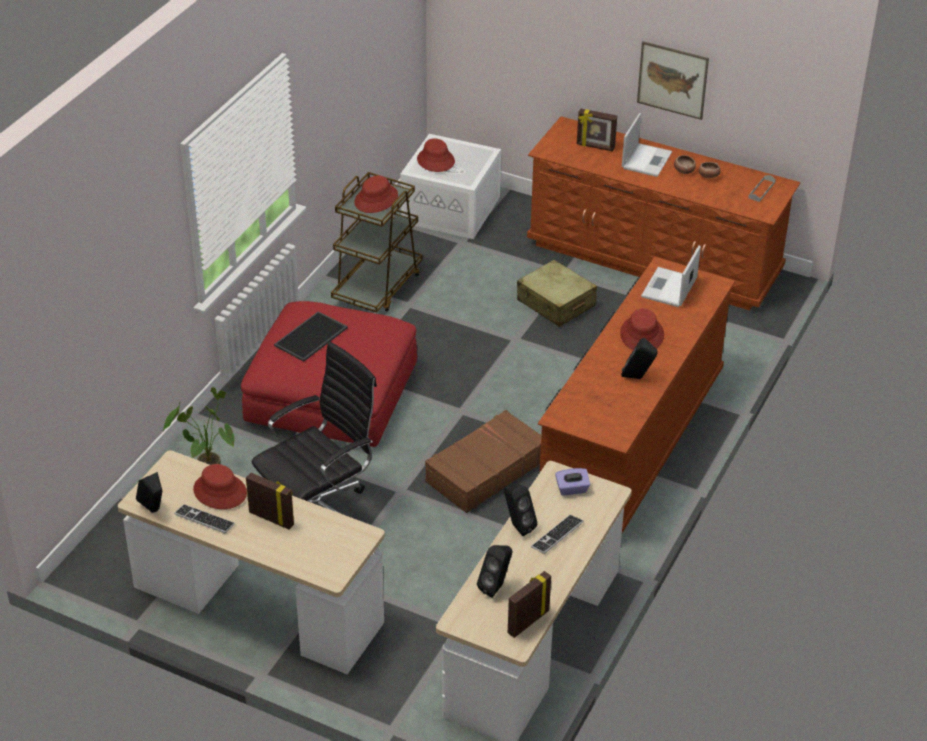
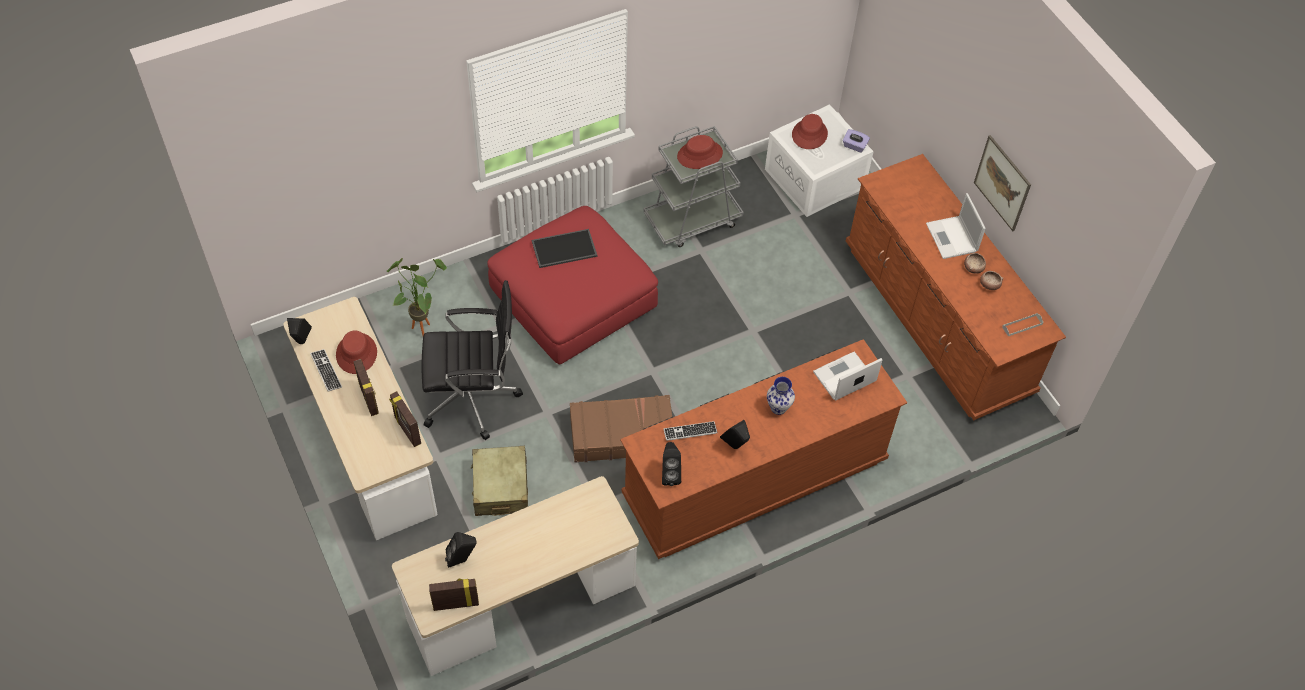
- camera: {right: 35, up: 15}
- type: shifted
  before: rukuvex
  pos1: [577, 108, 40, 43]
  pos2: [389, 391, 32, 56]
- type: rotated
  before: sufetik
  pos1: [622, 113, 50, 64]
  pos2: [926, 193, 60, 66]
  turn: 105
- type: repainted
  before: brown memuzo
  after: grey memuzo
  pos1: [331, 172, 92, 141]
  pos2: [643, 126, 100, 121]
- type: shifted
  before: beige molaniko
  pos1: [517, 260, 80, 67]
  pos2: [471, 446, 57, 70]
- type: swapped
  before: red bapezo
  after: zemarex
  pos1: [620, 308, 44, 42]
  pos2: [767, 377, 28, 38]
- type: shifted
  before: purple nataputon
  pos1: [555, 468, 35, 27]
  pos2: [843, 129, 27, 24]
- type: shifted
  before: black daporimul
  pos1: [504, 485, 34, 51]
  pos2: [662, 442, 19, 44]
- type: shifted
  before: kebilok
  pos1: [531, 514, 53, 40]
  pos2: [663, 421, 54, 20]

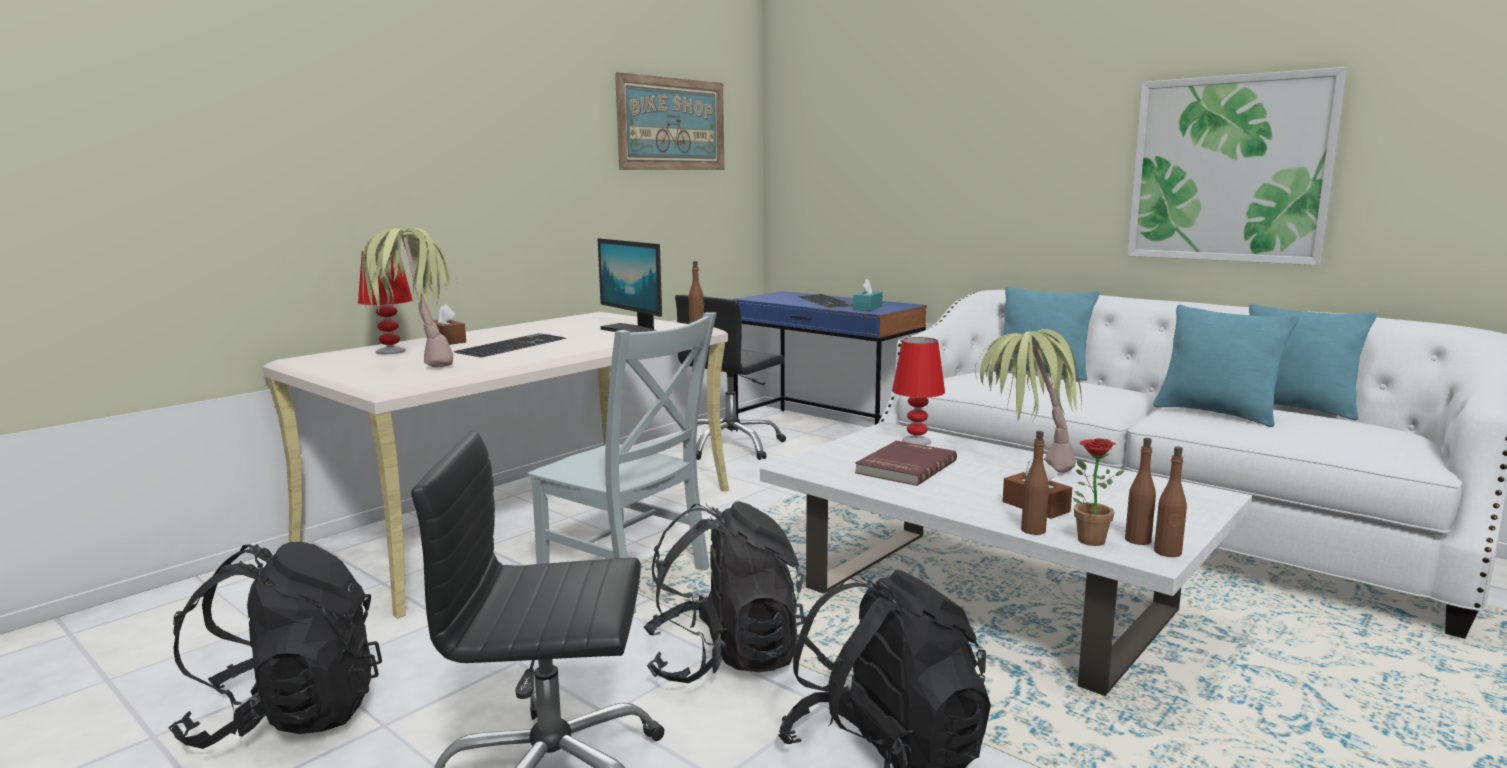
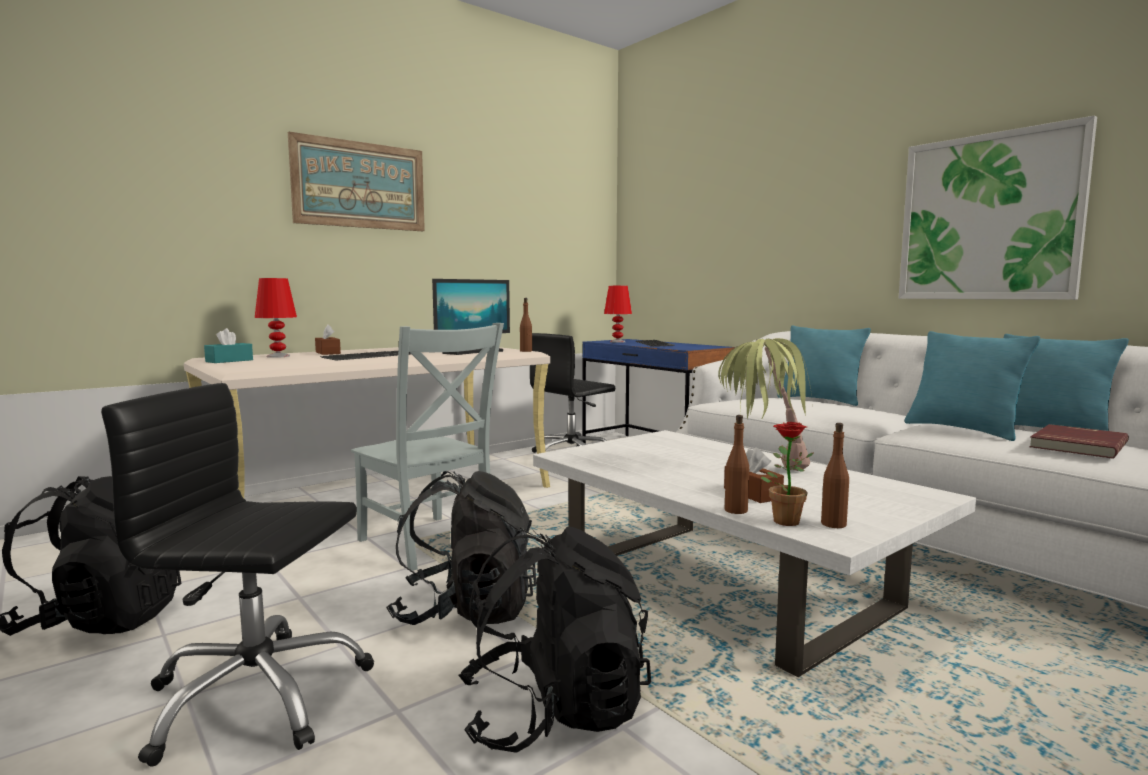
- camera: {right: 10, up: -5}
- type: shifted
  before: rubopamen
  pos1: [615, 72, 109, 98]
  pos2: [288, 132, 137, 99]
- type: gone
  before: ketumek
  pos1: [362, 228, 95, 140]
- type: rotated
  before: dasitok
  pos1: [598, 238, 64, 95]
  pos2: [432, 279, 78, 76]
  turn: -105
- type: shifted
  before: turquoise nataputon
  pos1: [853, 279, 30, 32]
  pos2: [204, 328, 49, 35]
- type: shifted
  before: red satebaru
  pos1: [892, 337, 53, 108]
  pos2: [604, 286, 28, 57]
- type: shifted
  before: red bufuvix
  pos1: [855, 441, 102, 45]
  pos2: [1029, 424, 100, 35]
- type: gone
  before: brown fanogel
  pos1: [1154, 446, 33, 111]

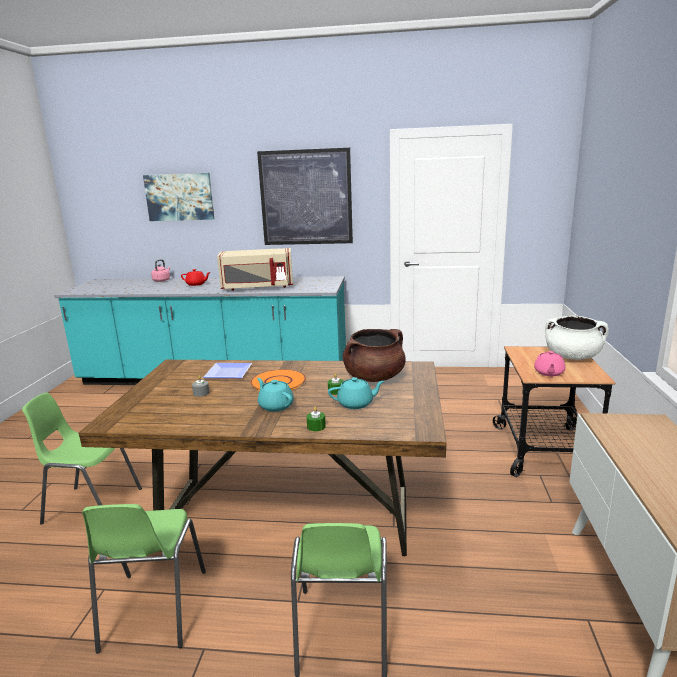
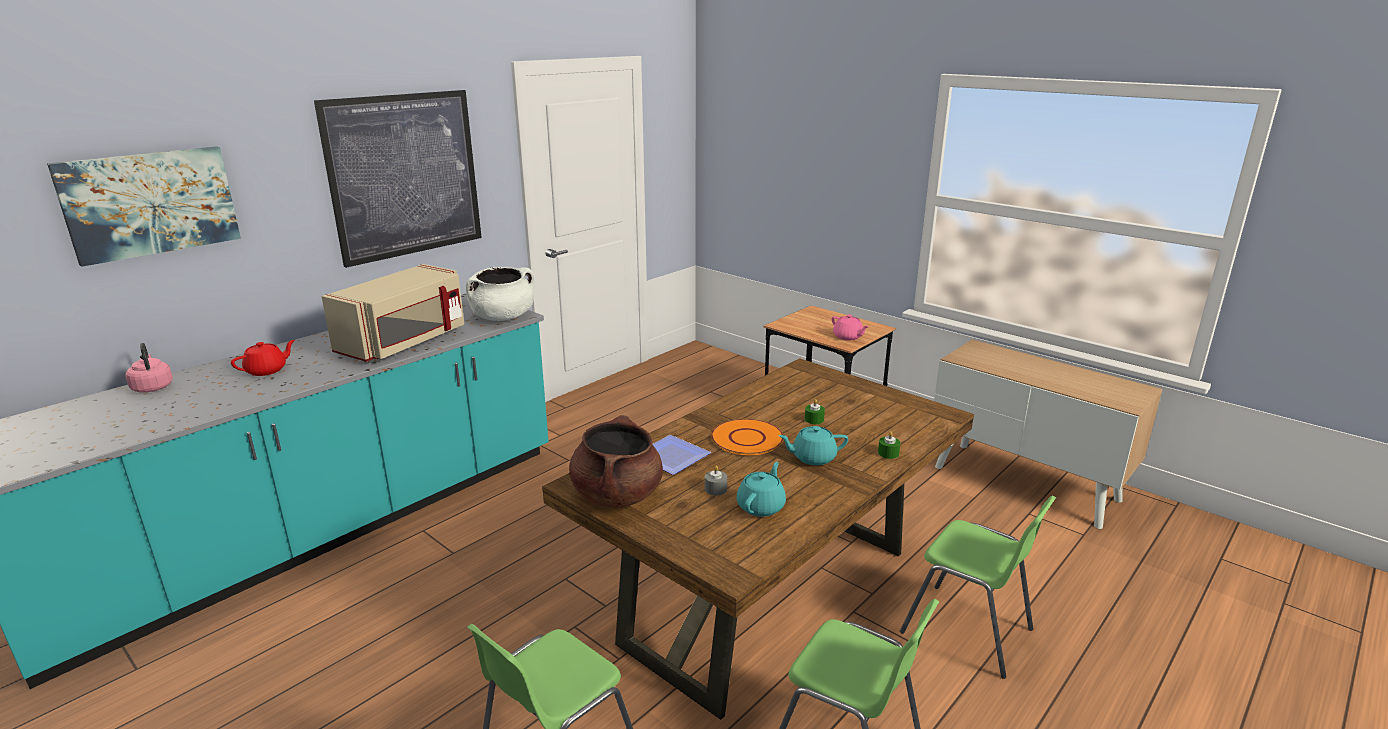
- camera: {right: -55, up: 5}
- type: shifted
  before: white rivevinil
  pos1: [545, 316, 64, 44]
  pos2: [466, 267, 68, 54]
- type: shifted
  before: brown rivevinil
  pos1: [343, 329, 63, 53]
  pos2: [569, 415, 94, 93]
- type: shifted
  before: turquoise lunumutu
  pos1: [328, 377, 57, 32]
  pos2: [737, 462, 49, 55]

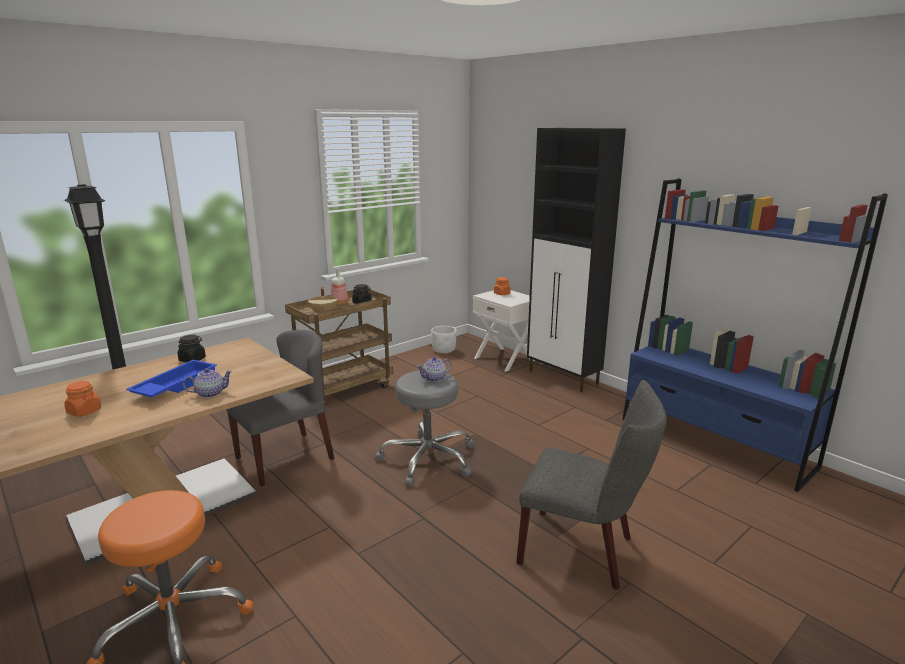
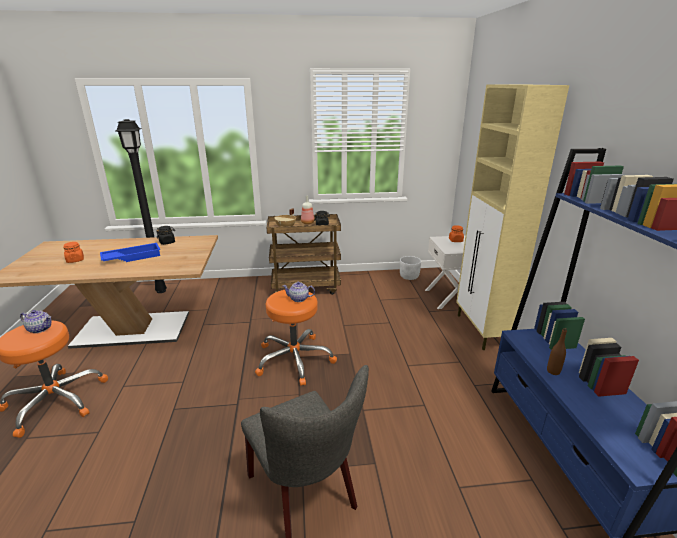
- camera: {right: 35, up: 5}
- type: repainted
  before: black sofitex
  after: beige sofitex
  pos1: [527, 128, 99, 264]
  pos2: [456, 84, 113, 266]
- type: gone
  before: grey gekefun
  pos1: [226, 330, 109, 157]
- type: shifted
  before: lunumutu
  pos1: [183, 368, 50, 30]
  pos2: [20, 310, 31, 23]
- type: repainted
  before: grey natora
  after: orange natora
  pos1: [375, 371, 100, 116]
  pos2: [255, 290, 82, 96]
- type: new
  after: brown fanogel
  pos2: [547, 328, 20, 47]

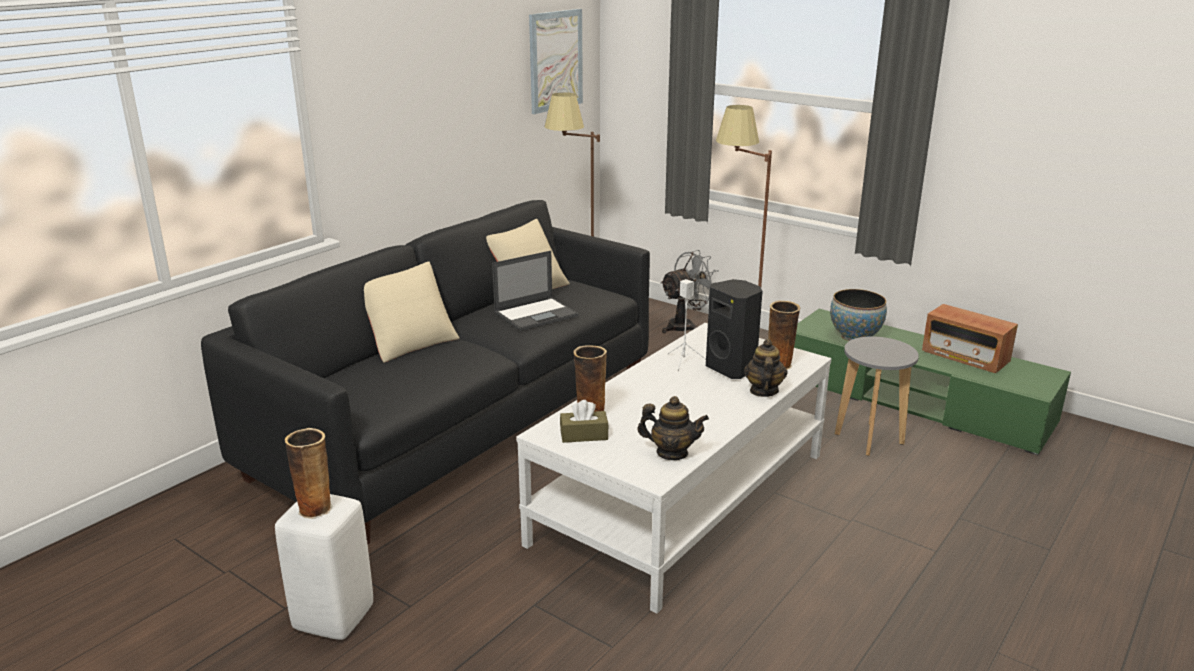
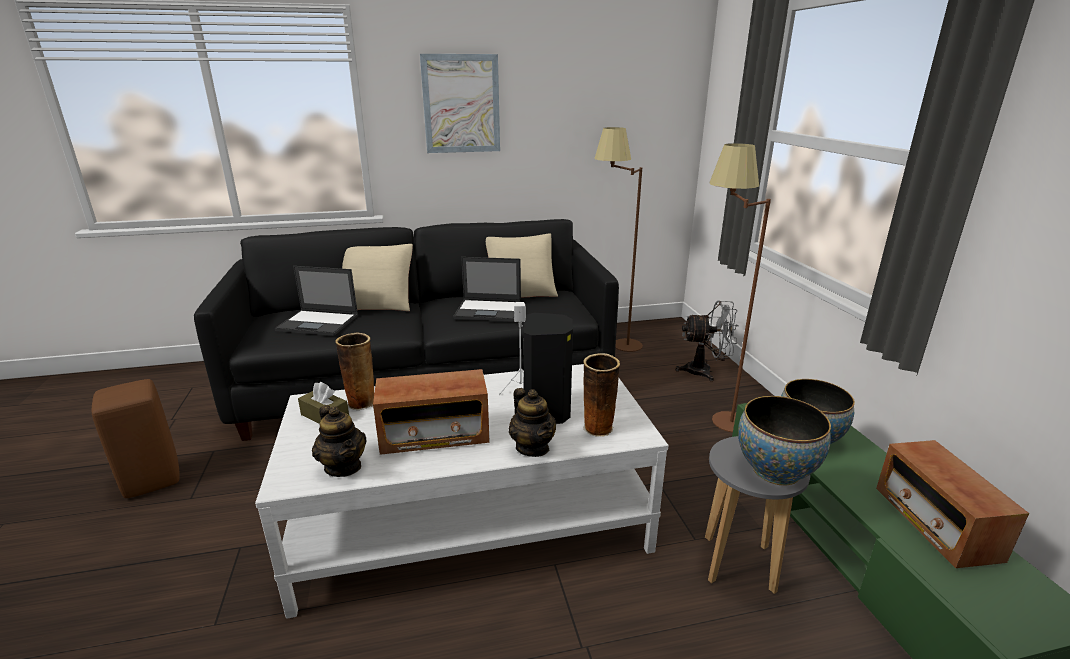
- camera: {right: 40, up: 0}
- type: shifted
  before: rubopamen
  pos1: [529, 9, 54, 105]
  pos2: [420, 54, 80, 99]
- type: rotated
  before: lunumutu
  pos1: [744, 339, 44, 58]
  pos2: [509, 388, 47, 69]
  turn: 105
- type: gone
  before: zemarex
  pos1: [284, 428, 48, 91]
- type: repainted
  before: white natora
  after: brown natora
  pos1: [275, 494, 98, 146]
  pos2: [92, 379, 88, 119]
- type: new
  after: sufetik
  pos2: [274, 266, 84, 70]
- type: new
  after: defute
  pos2: [373, 369, 117, 86]
- type: new
  after: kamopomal
  pos2: [738, 396, 93, 89]

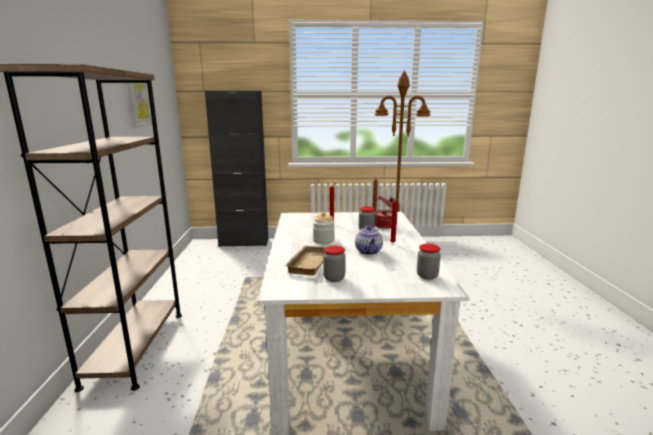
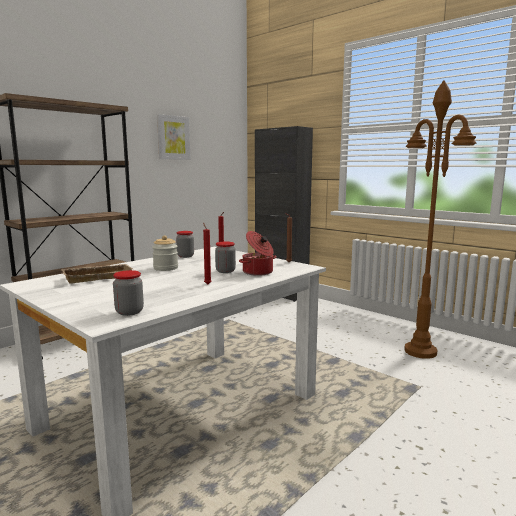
- camera: {right: 45, up: -5}
- type: gone
  before: lunumutu
  pos1: [355, 225, 28, 30]
- type: shifted
  before: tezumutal
  pos1: [323, 245, 23, 37]
  pos2: [176, 231, 18, 27]

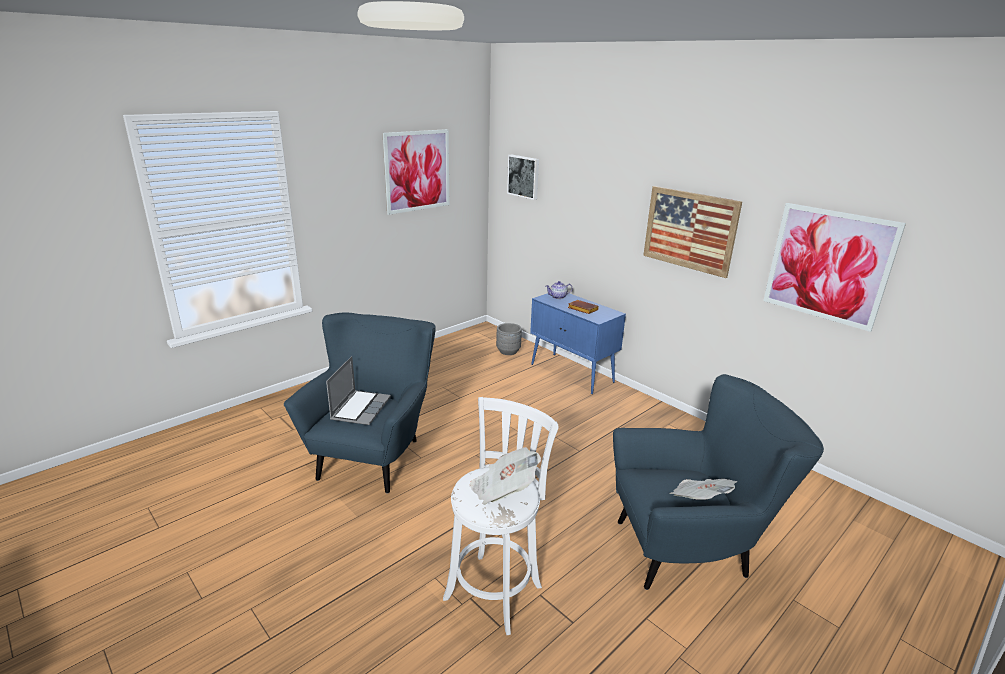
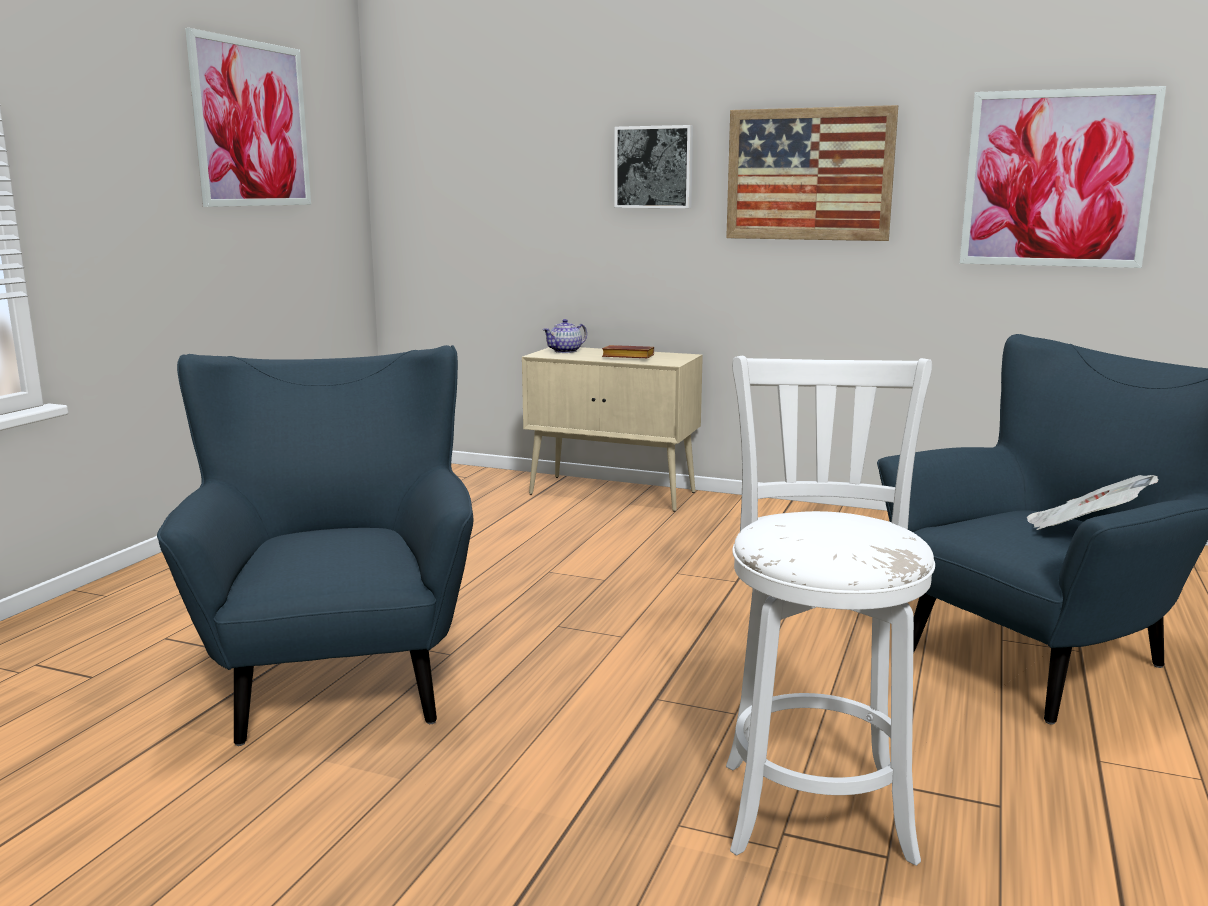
- camera: {right: -25, up: -10}
- type: shifted
  before: rubopamen
  pos1: [507, 155, 32, 45]
  pos2: [614, 125, 79, 83]
- type: repainted
  before: blue sofitex
  after: beige sofitex
  pos1: [530, 293, 96, 101]
  pos2: [522, 347, 181, 165]
- type: gone
  before: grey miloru
  pos1: [496, 323, 26, 32]
- type: gone
  before: sufetik
  pos1: [326, 356, 65, 69]
- type: gone
  before: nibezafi
  pos1: [470, 447, 71, 58]

